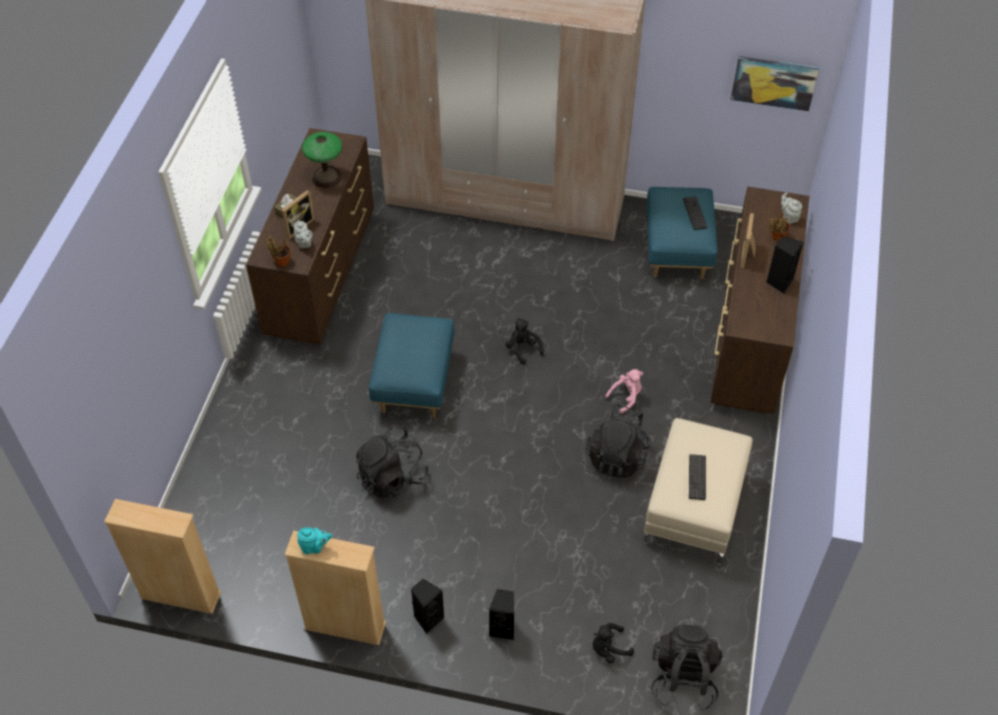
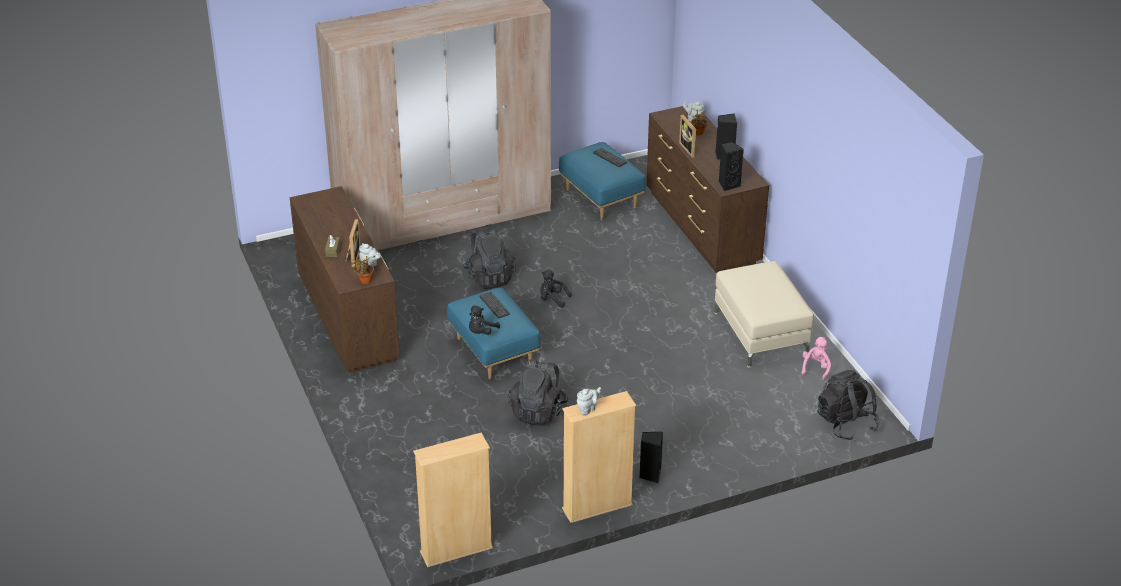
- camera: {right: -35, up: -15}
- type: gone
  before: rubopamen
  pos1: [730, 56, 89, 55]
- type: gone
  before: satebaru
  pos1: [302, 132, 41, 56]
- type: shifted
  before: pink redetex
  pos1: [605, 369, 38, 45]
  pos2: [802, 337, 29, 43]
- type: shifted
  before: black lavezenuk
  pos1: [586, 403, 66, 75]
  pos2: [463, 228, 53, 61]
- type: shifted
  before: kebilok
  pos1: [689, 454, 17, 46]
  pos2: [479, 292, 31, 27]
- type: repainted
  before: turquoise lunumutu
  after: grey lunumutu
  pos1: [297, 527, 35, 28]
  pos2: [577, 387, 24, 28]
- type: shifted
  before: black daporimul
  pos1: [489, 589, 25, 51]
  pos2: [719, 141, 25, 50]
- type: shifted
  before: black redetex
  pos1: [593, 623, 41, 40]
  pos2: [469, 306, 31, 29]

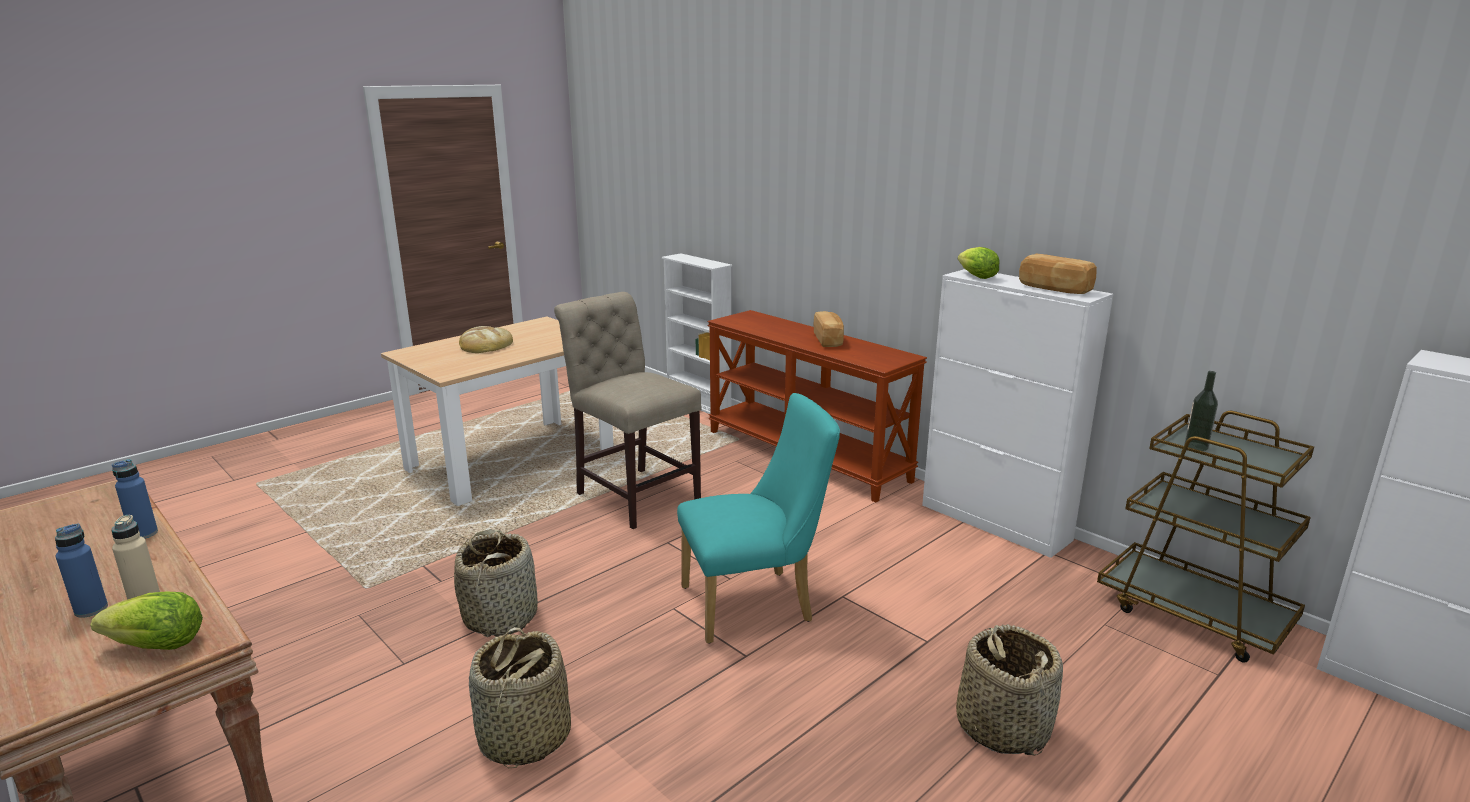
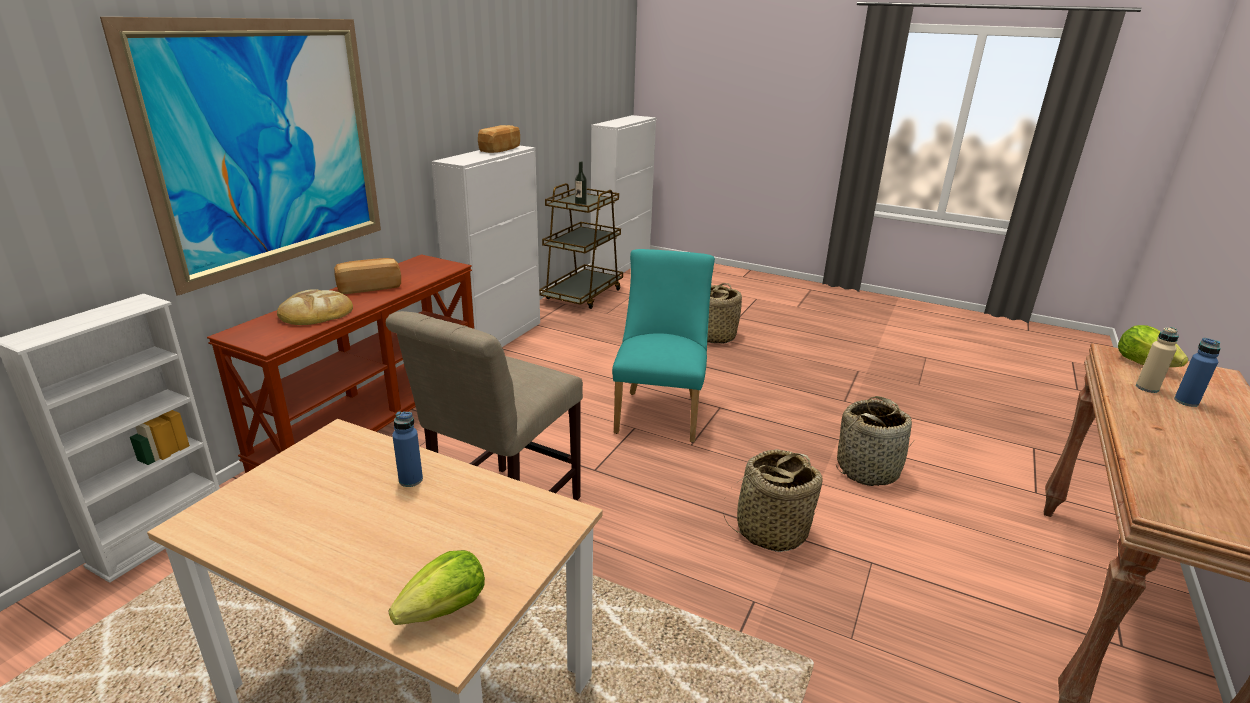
- camera: {right: -110, up: 5}
- type: shifted
  before: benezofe
  pos1: [958, 247, 42, 32]
  pos2: [388, 550, 97, 75]
- type: shifted
  before: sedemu
  pos1: [459, 326, 54, 27]
  pos2: [277, 289, 76, 36]
- type: rotated
  before: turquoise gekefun
  pos1: [677, 393, 163, 251]
  pos2: [612, 249, 103, 194]
  turn: 45
- type: shifted
  before: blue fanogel
  pos1: [112, 459, 46, 80]
  pos2: [392, 412, 31, 75]
- type: new
  after: rubopamen
  pos2: [100, 17, 281, 279]

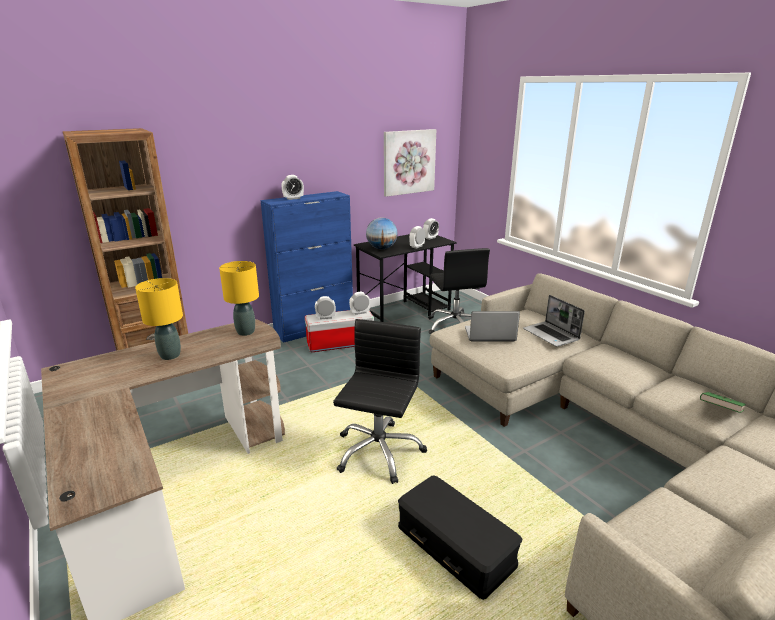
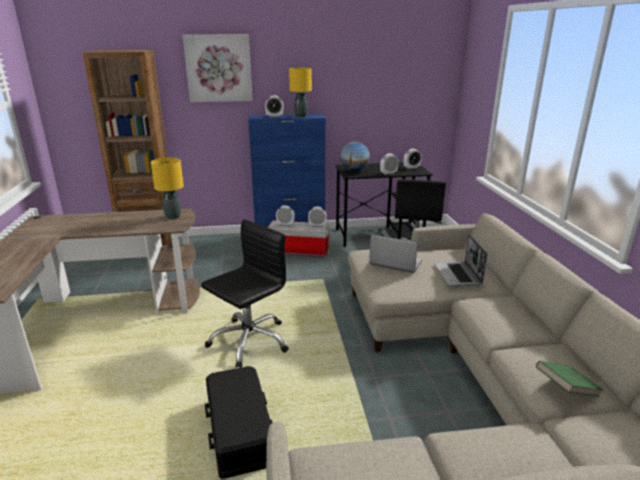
- camera: {right: 25, up: 0}
- type: shifted
  before: rubopamen
  pos1: [384, 129, 52, 68]
  pos2: [183, 34, 70, 68]
- type: shifted
  before: yellow satebaru
  pos1: [135, 278, 48, 82]
  pos2: [289, 68, 23, 50]

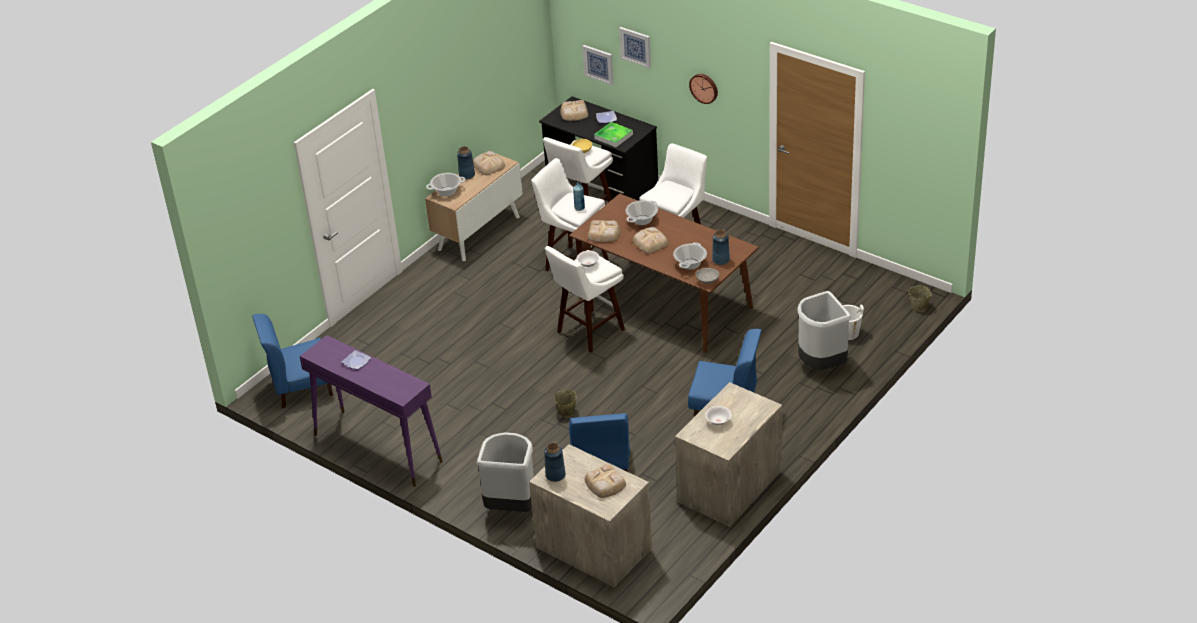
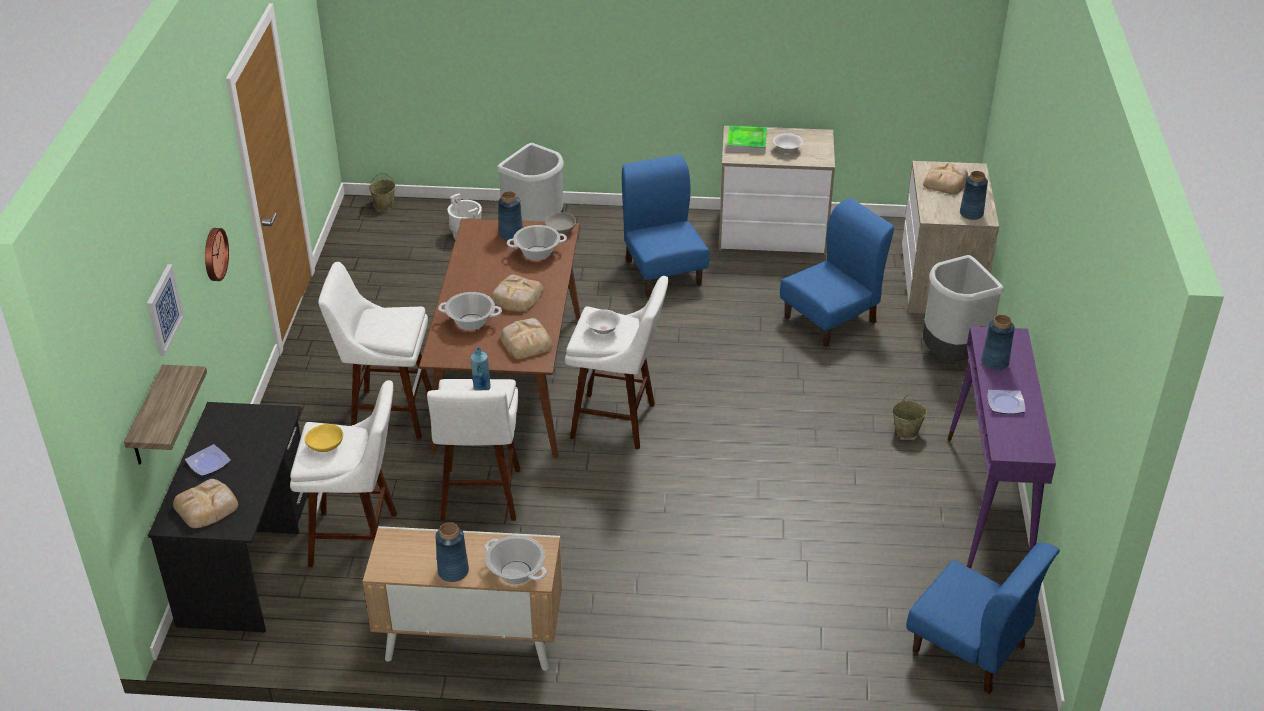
- camera: {right: -125, up: 0}
- type: swapped
  before: rubopamen
  after: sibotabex
  pos1: [582, 45, 31, 40]
  pos2: [124, 365, 83, 100]
- type: shifted
  before: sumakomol
  pos1: [594, 122, 39, 25]
  pos2: [727, 125, 40, 29]
- type: gone
  before: sedemu
  pos1: [473, 151, 32, 24]
- type: shifted
  before: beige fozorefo
  pos1: [554, 387, 23, 30]
  pos2: [892, 395, 35, 44]
- type: new
  after: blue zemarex
  pos2: [981, 315, 34, 55]

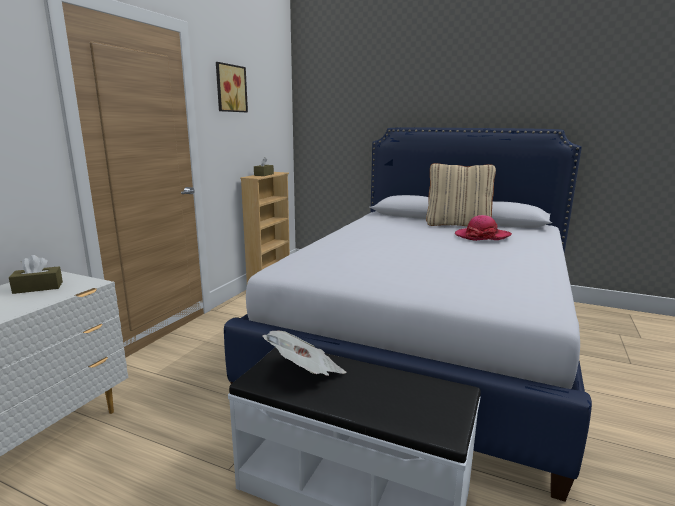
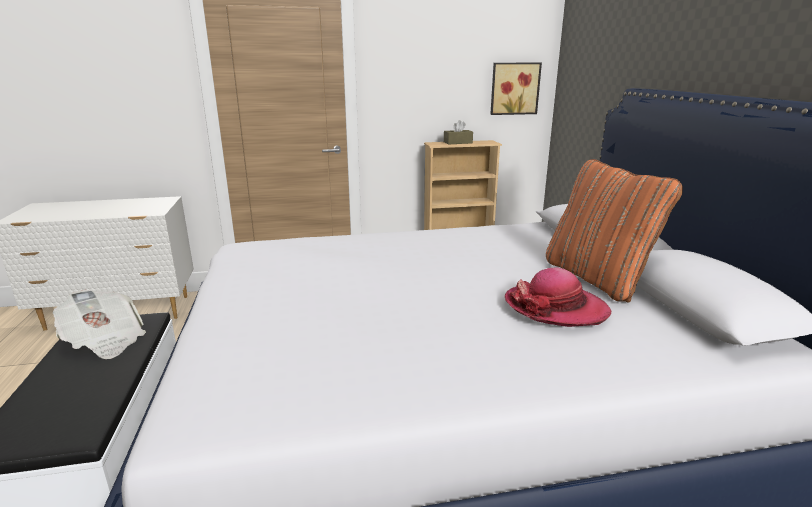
- camera: {right: 55, up: 5}
- type: shifted
  before: rubopamen
  pos1: [216, 62, 32, 50]
  pos2: [490, 63, 52, 52]
- type: repainted
  before: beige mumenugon
  after: orange mumenugon
  pos1: [426, 163, 70, 63]
  pos2: [546, 159, 137, 144]
- type: gone
  before: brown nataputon
  pos1: [9, 255, 54, 39]

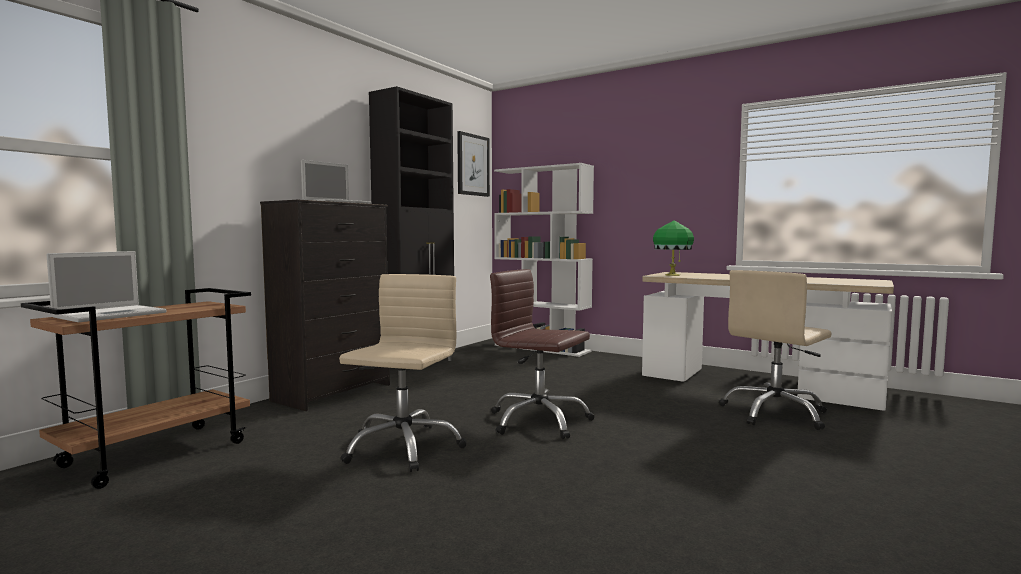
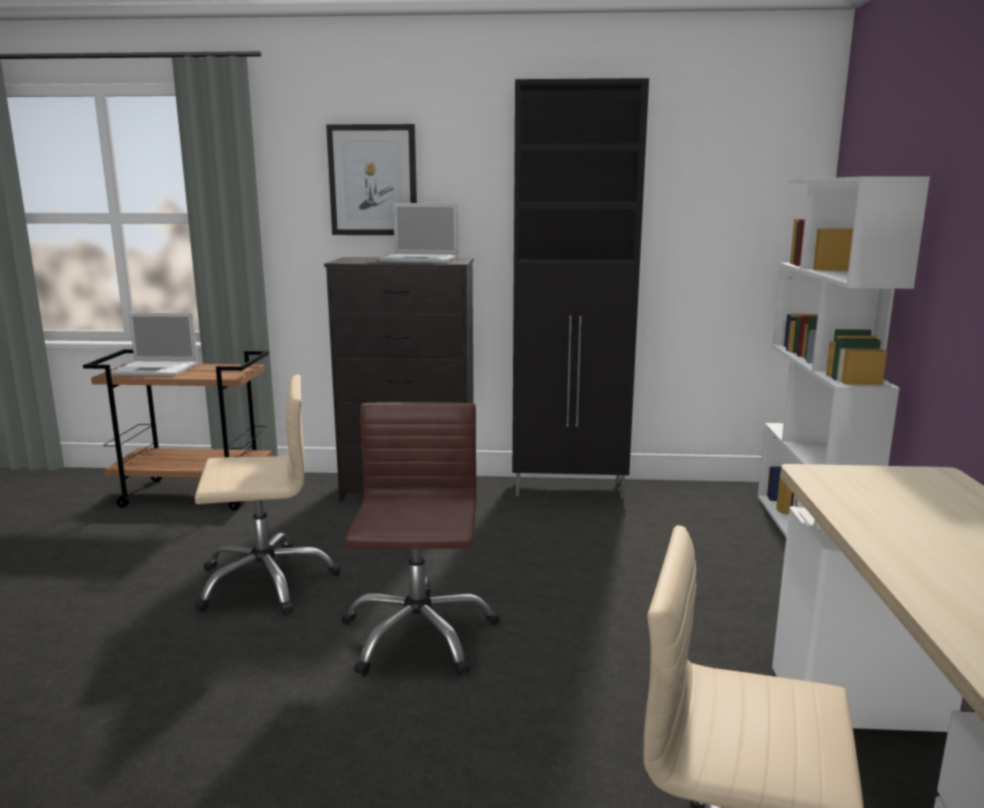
- camera: {right: 60, up: 10}
- type: shifted
  before: rubopamen
  pos1: [457, 131, 33, 66]
  pos2: [326, 124, 91, 111]
- type: gone
  before: green satebaru
  pos1: [653, 220, 41, 56]

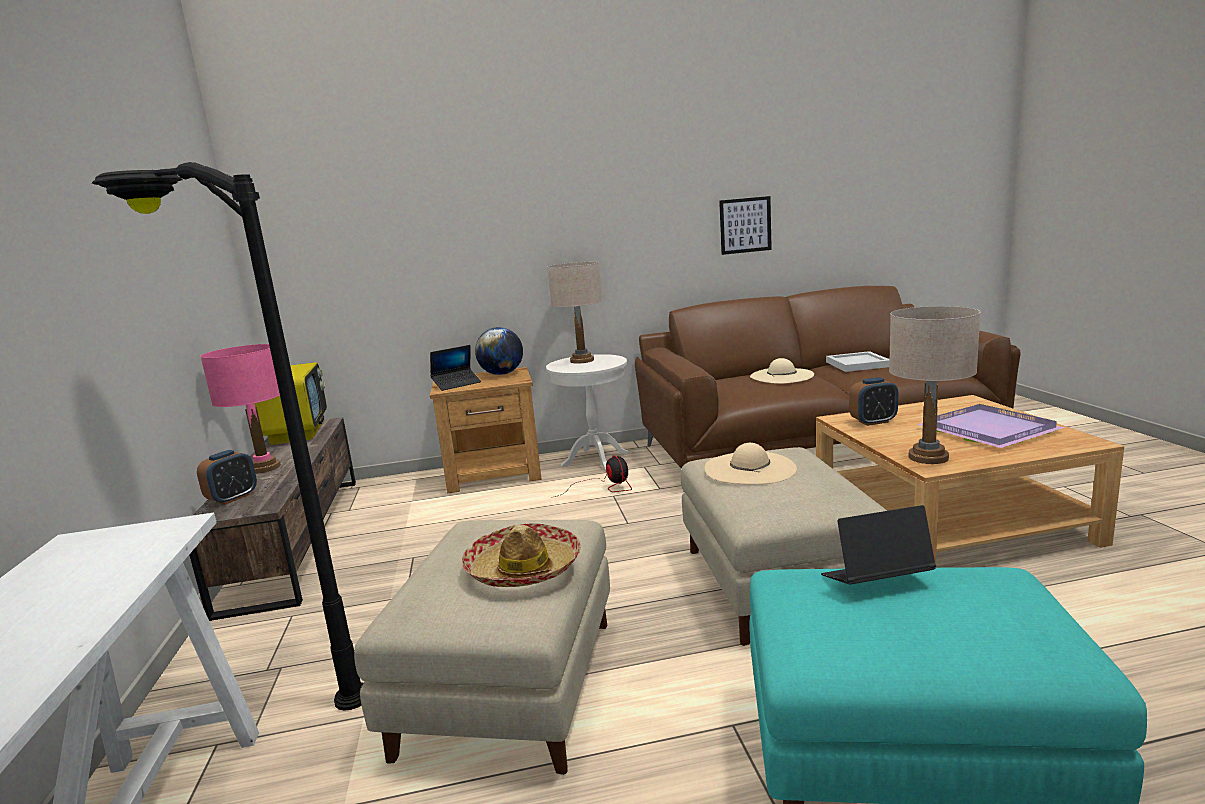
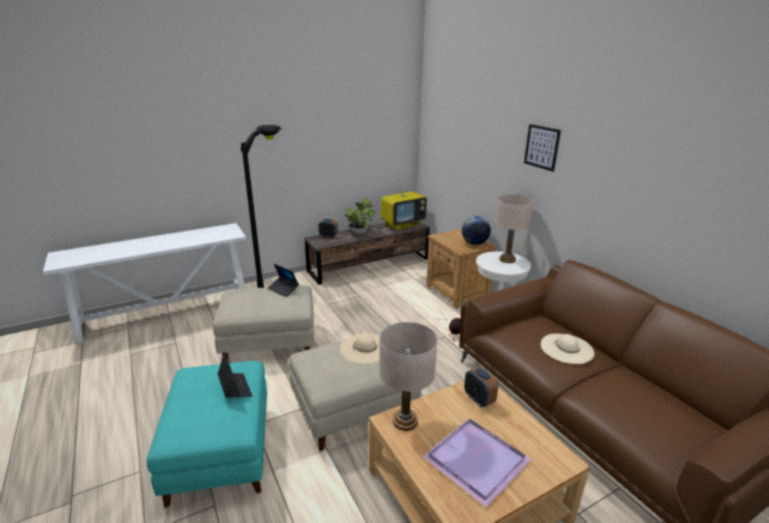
- camera: {right: 70, up: 10}
- type: shifted
  before: rubopamen
  pos1: [719, 196, 53, 59]
  pos2: [524, 124, 37, 47]
- type: swapped
  before: pink satebaru
  after: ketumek
  pos1: [200, 344, 81, 130]
  pos2: [345, 198, 30, 36]
- type: shifted
  before: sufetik
  pos1: [430, 345, 51, 46]
  pos2: [267, 264, 32, 33]
- type: gone
  before: white sumakomol
  pos1: [826, 351, 64, 21]
- type: gone
  before: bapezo
  pos1: [462, 523, 119, 64]

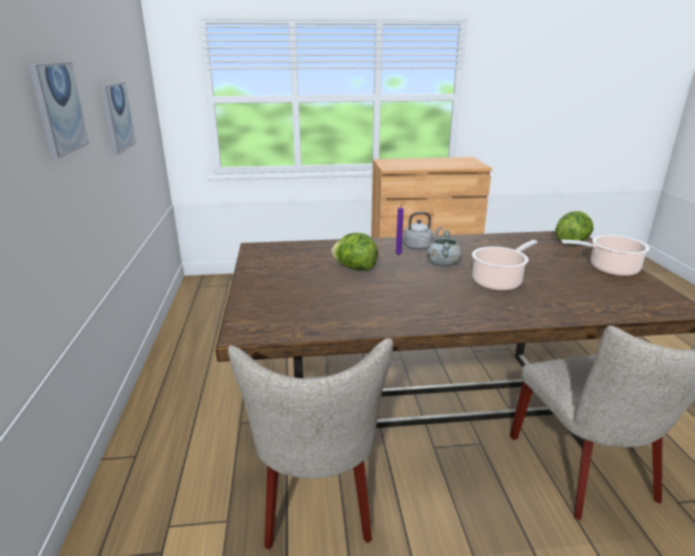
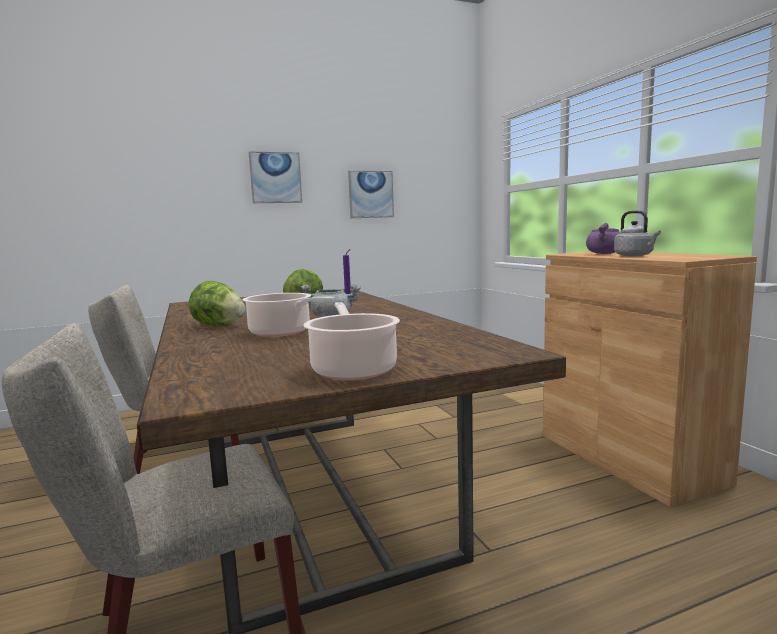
- camera: {right: 75, up: -15}
- type: shifted
  before: benezofe
  pos1: [555, 211, 38, 34]
  pos2: [189, 281, 56, 45]
- type: shifted
  before: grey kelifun
  pos1: [403, 212, 39, 38]
  pos2: [614, 210, 47, 46]
- type: new
  after: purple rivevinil
  pos2: [586, 223, 34, 31]

